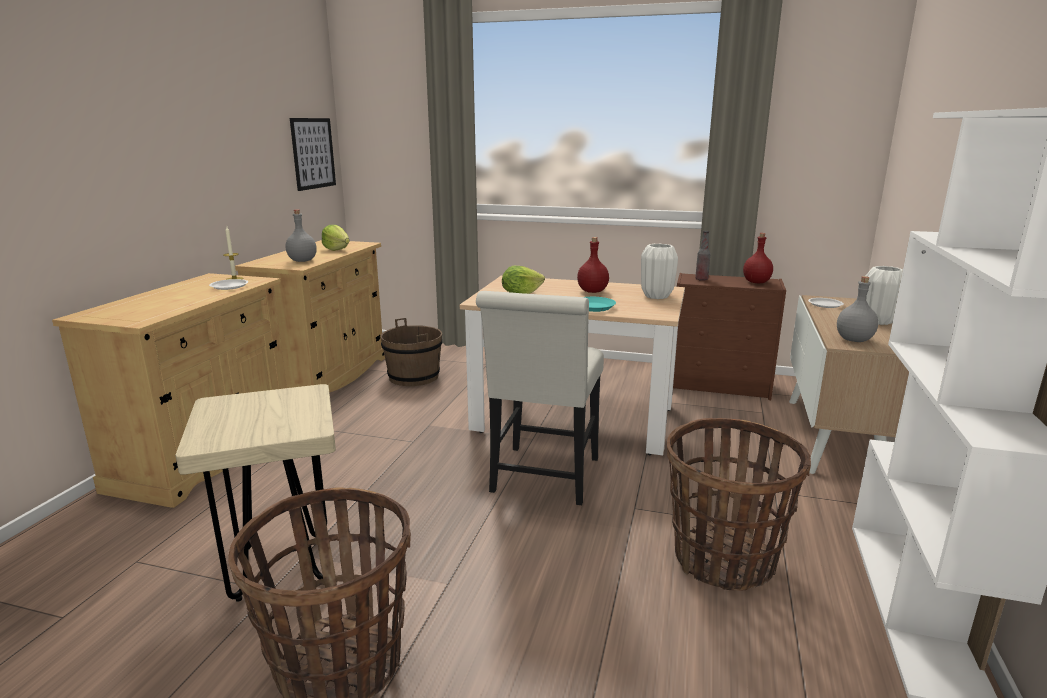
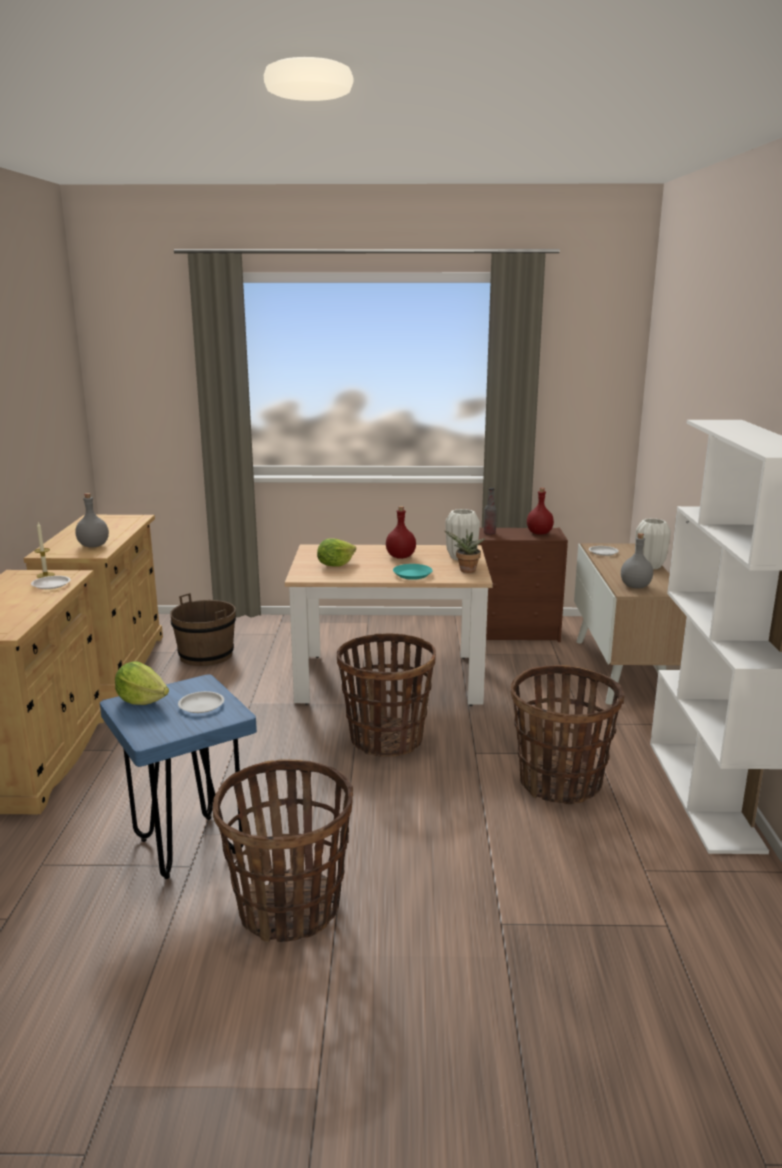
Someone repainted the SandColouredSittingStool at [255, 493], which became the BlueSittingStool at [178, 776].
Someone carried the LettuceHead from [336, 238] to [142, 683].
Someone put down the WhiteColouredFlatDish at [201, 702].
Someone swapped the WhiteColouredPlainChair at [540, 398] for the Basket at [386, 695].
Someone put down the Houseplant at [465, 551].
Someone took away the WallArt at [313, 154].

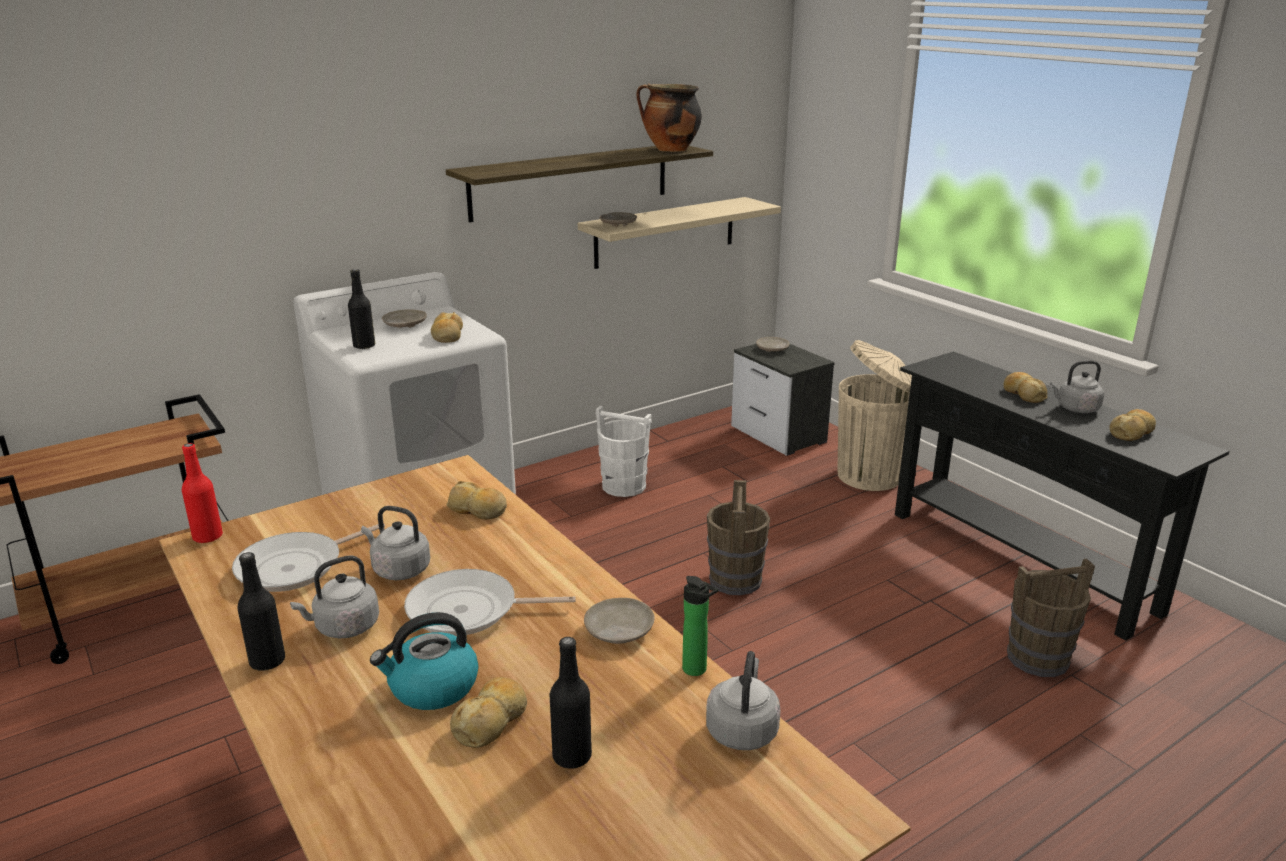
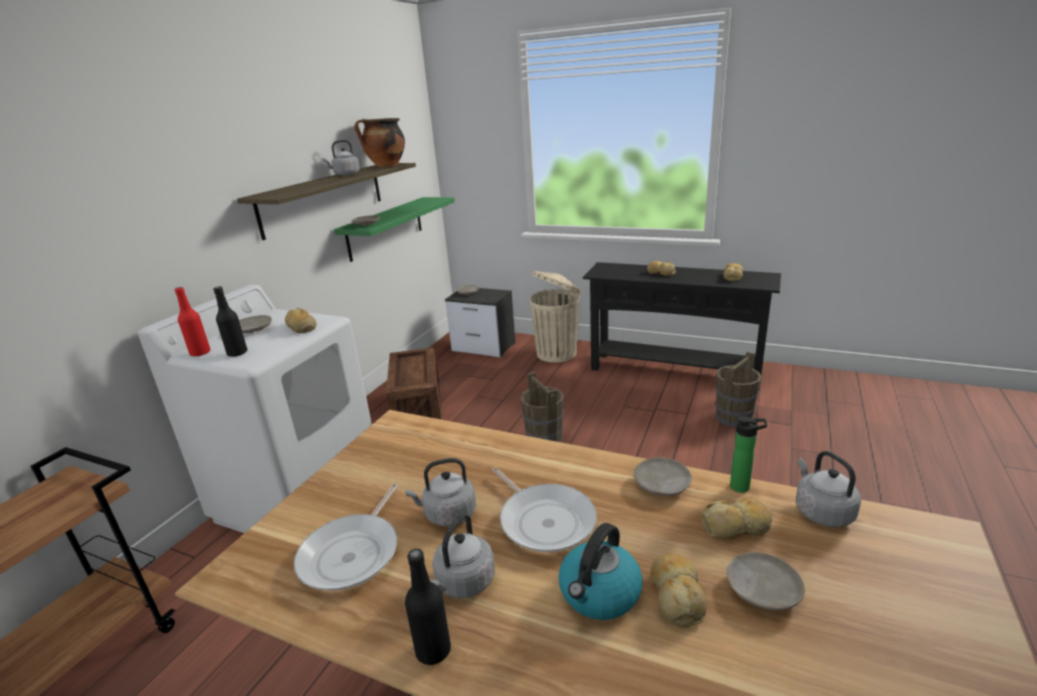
Someone carried the RedDrinkBottle from [202, 493] to [192, 321].
Someone carried the GrayKettle from [1077, 387] to [341, 158].
Someone repainted the SandColouredWallShelf at [679, 233], which became the GreenishWallShelf at [394, 229].
Someone swapped the WhiteColouredWaterBucket at [624, 451] for the Crate at [414, 383].
Someone rotated the FryingPan at [490, 602] by 90 degrees counterclockwise.
Someone carried the BakedBread from [476, 500] to [736, 519].
Someone swapped the BlackColouredDrinkBottle at [570, 702] for the SandColouredFlatDish at [765, 581].

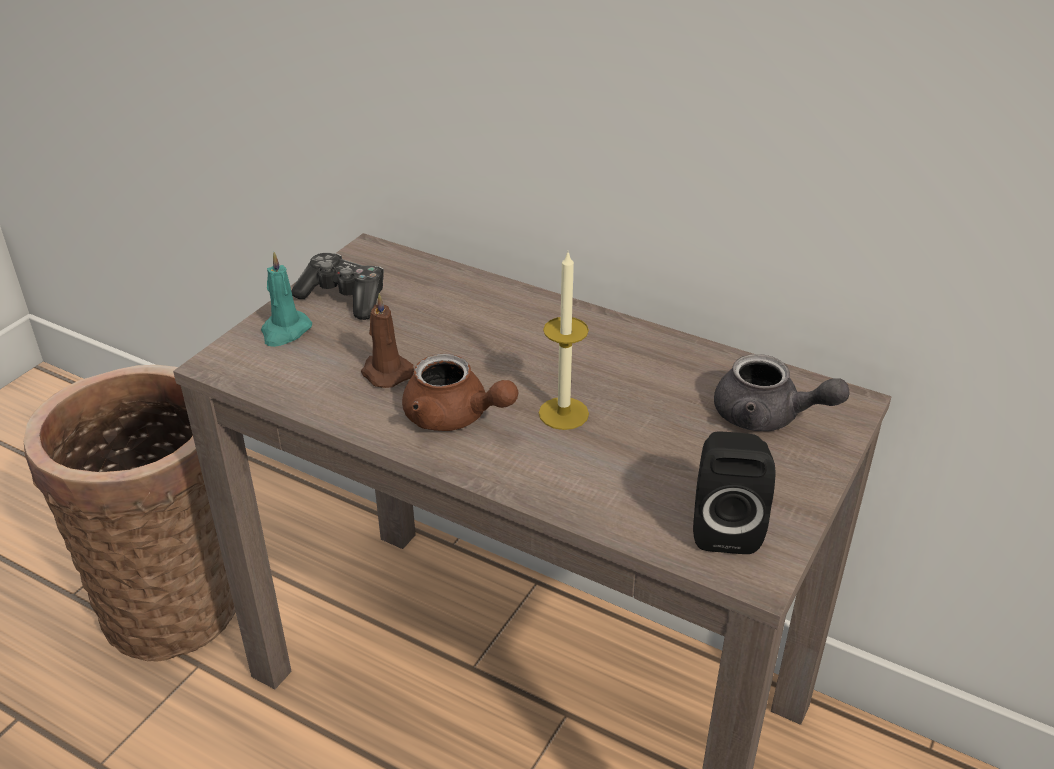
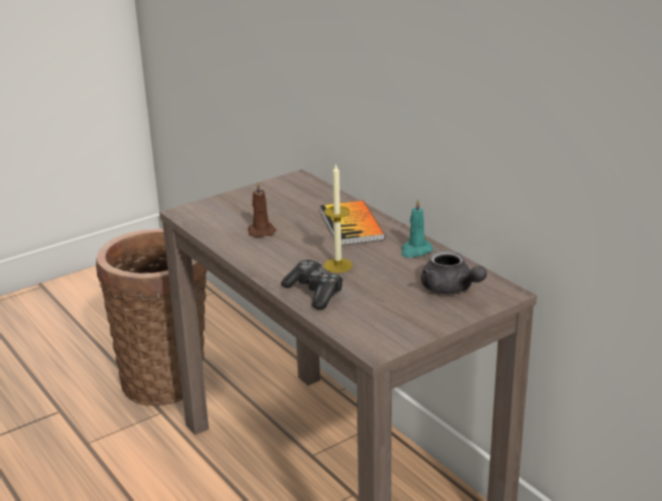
Someone carried the Joypad from [337, 286] to [312, 285].
Someone put down the Book at [352, 223].
Someone carried the BlueGreenCandle from [286, 299] to [417, 228].
Someone took away the BrownishPotForTea at [460, 392].
Someone took away the BlackColouredAudioSpeaker at [734, 493].

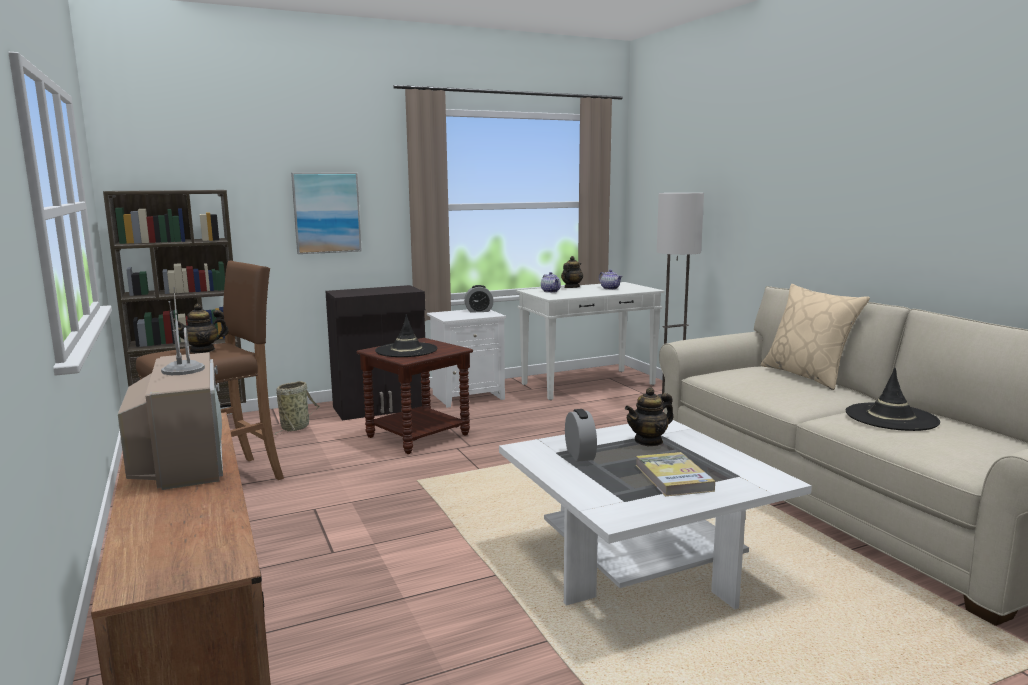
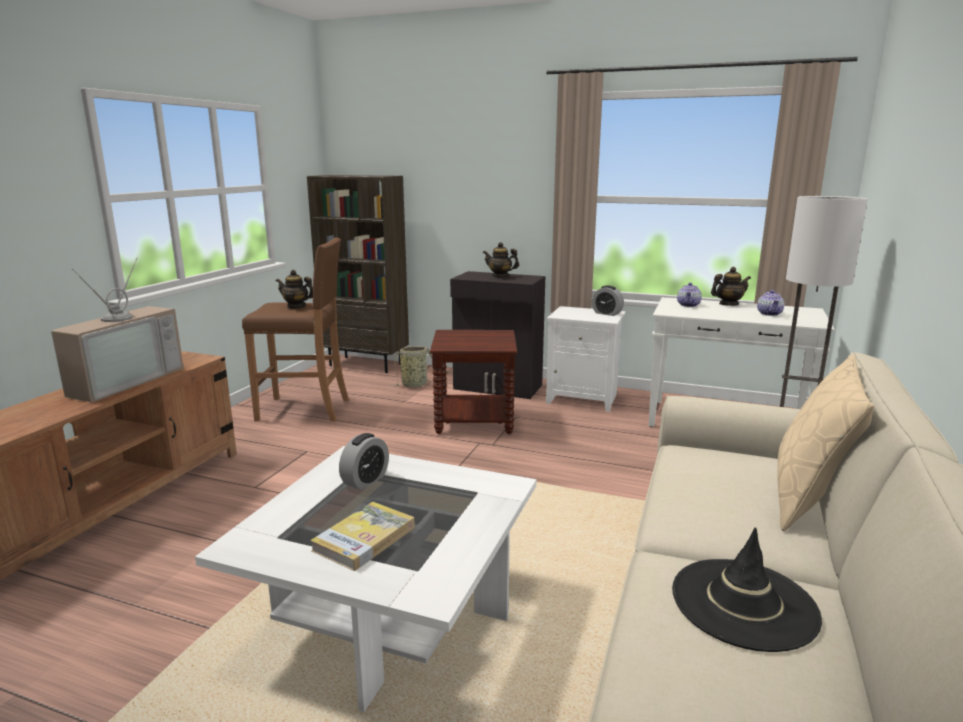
Someone carried the PotForTea from [649, 416] to [501, 260].
Someone took away the WallArt at [326, 213].
Someone took away the BlackColouredClothingHat at [406, 335].

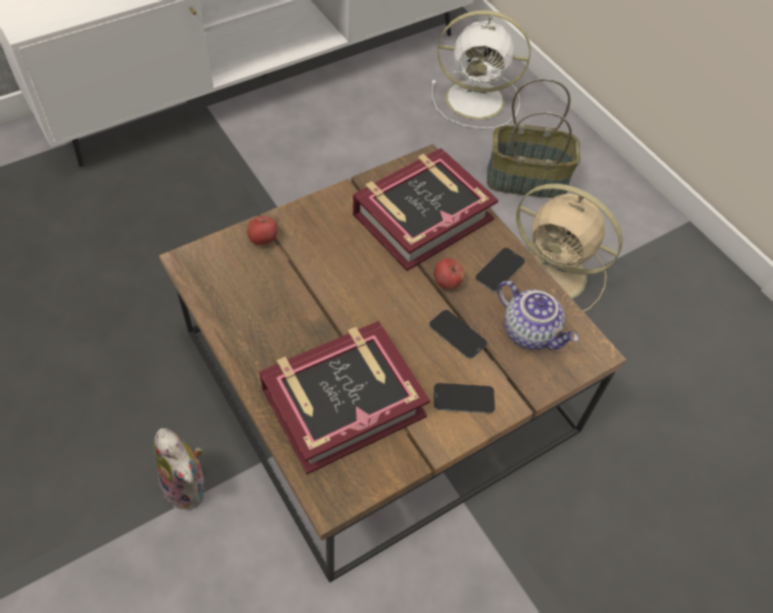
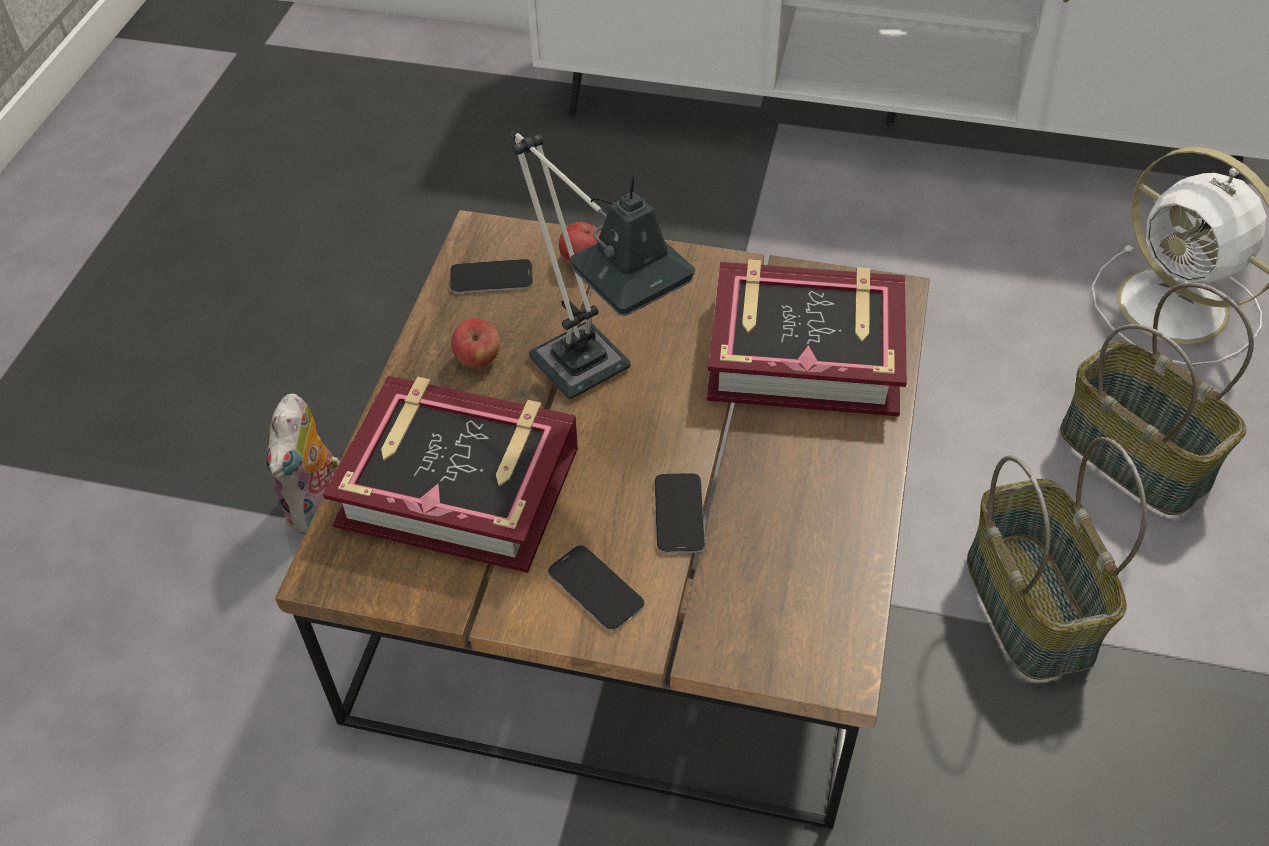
Someone carried the Handset from [500, 270] to [491, 276].
Someone carried the Apple from [449, 274] to [475, 342].
Someone put down the TableLamp at [602, 263].
Someone swapped the SandColouredCoolingFan at [569, 248] for the Basket at [1057, 558].
Someone took away the PotForTea at [538, 315].

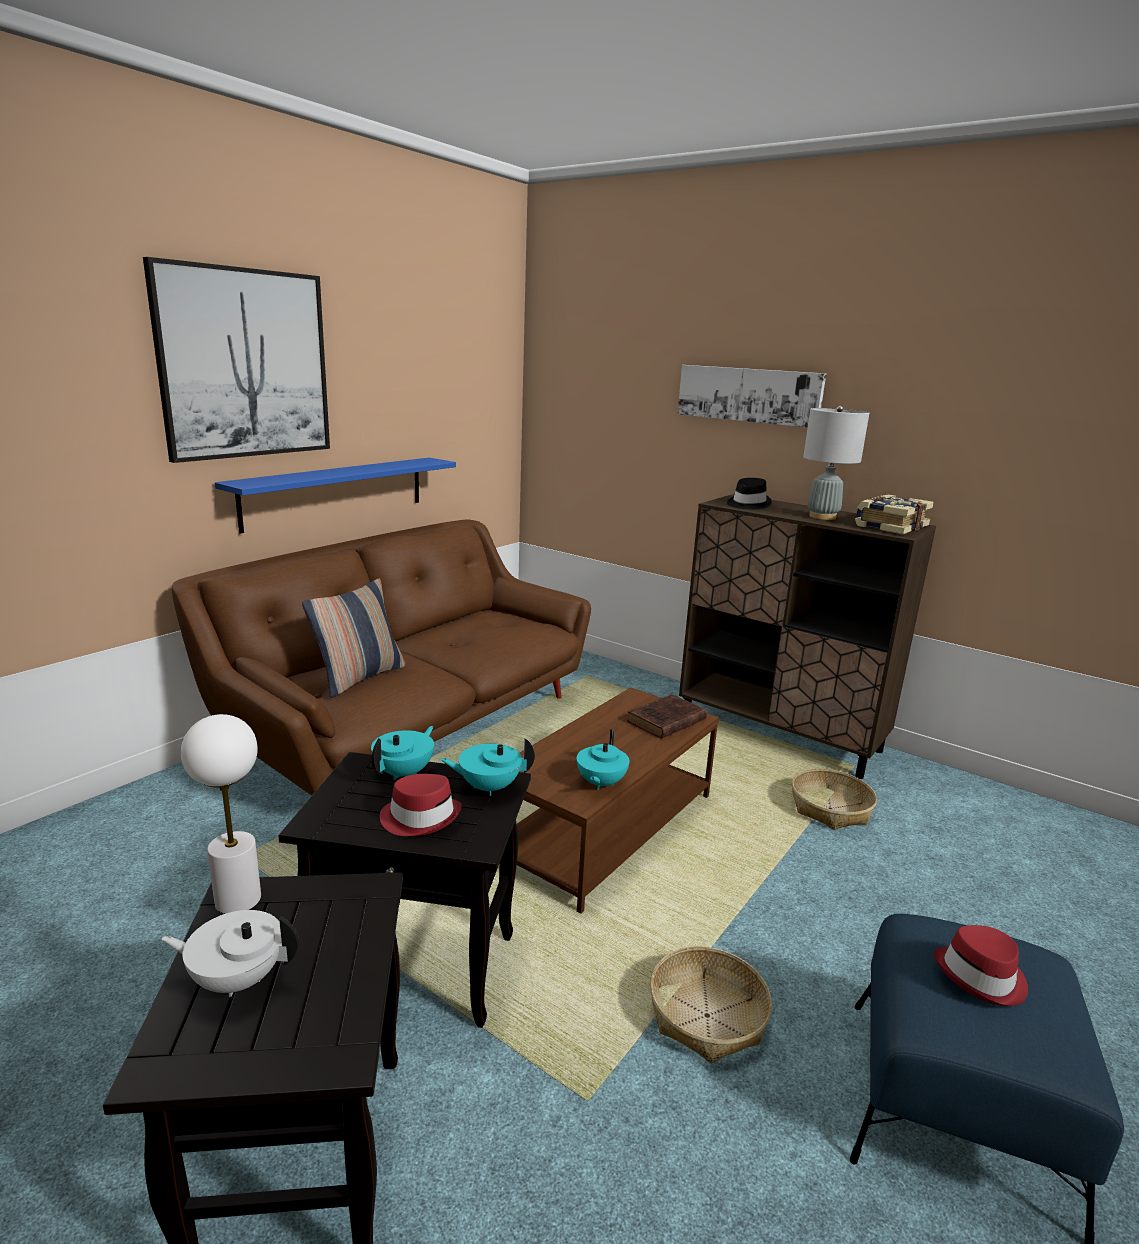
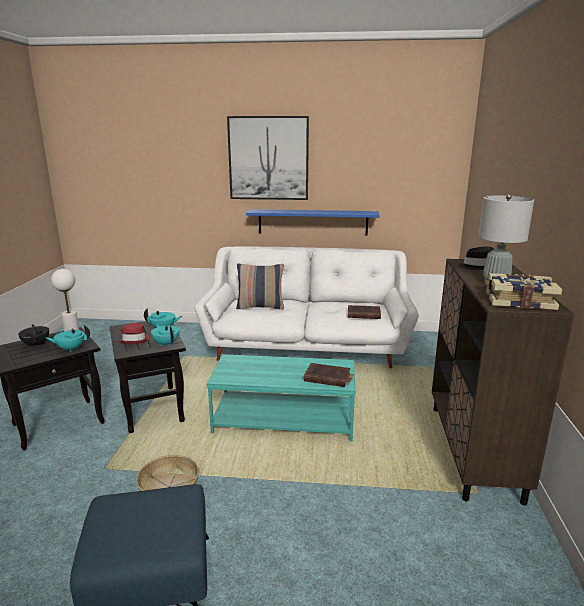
Someone repainted the WhiteColouredPotForTea at [230, 953], which became the BlackColouredPotForTea at [33, 335].
Someone carried the BlueGreenPotForTea from [602, 759] to [68, 338].
Someone repainted the BrownishSettee at [381, 657], which became the WhiteColouredSettee at [307, 307].
Someone repainted the BrownishCoffeeTable at [618, 801], which became the BlueGreenCoffeeTable at [281, 398].
Someone put down the BrownishBook at [364, 312].
Someone took away the WallArt at [752, 396].
Someone took away the Basket at [834, 799].
Someone took away the RedClothingHat at [981, 965].

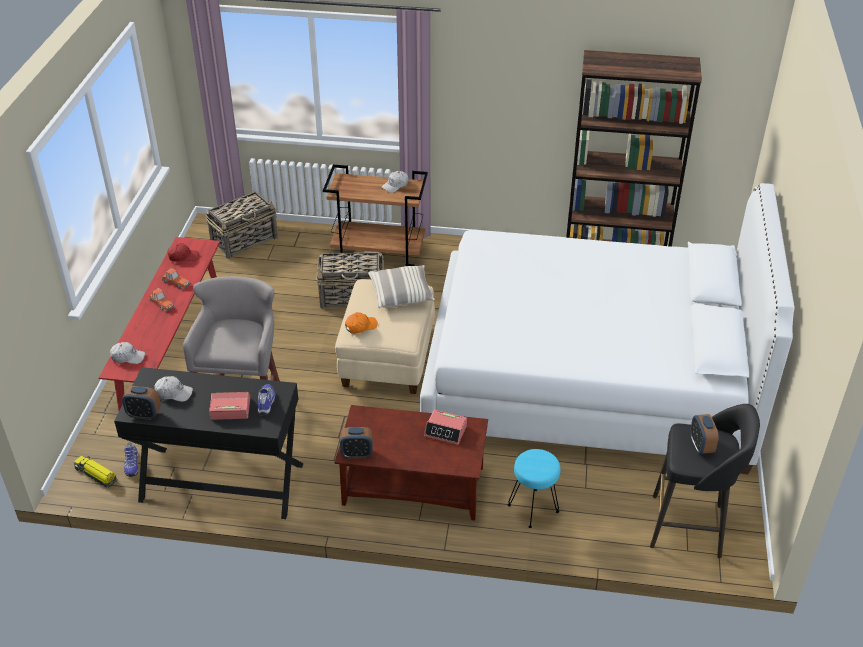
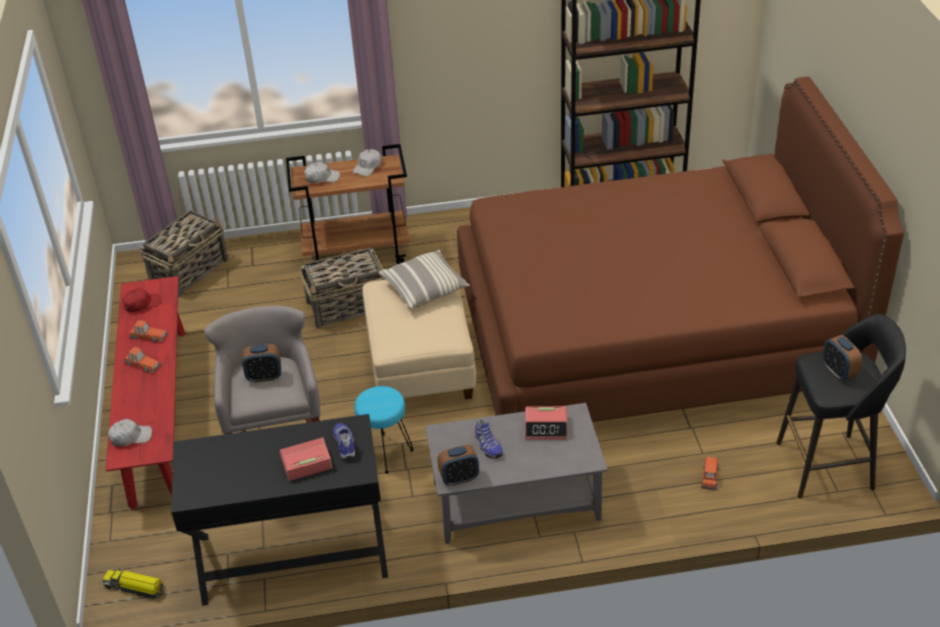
Someone carried the BedsideClock from [141, 403] to [261, 363].
Someone carried the WhiteColouredPeakedCap from [173, 389] to [322, 172].
Someone carried the BlueGreenSittingStool from [534, 488] to [384, 430].
Someone repainted the BrownishCoffeeTable at [411, 462], which became the GrayCoffeeTable at [516, 473].
Someone repainted the WhiteColouredSleepingBed at [607, 328], which became the BrownishSleepingBed at [680, 249].
Someone carried the LowShoe from [131, 459] to [489, 438].
Someone put down the ModelCar at [710, 473].
Someone took away the OrangeColouredPeakedCap at [361, 323].

